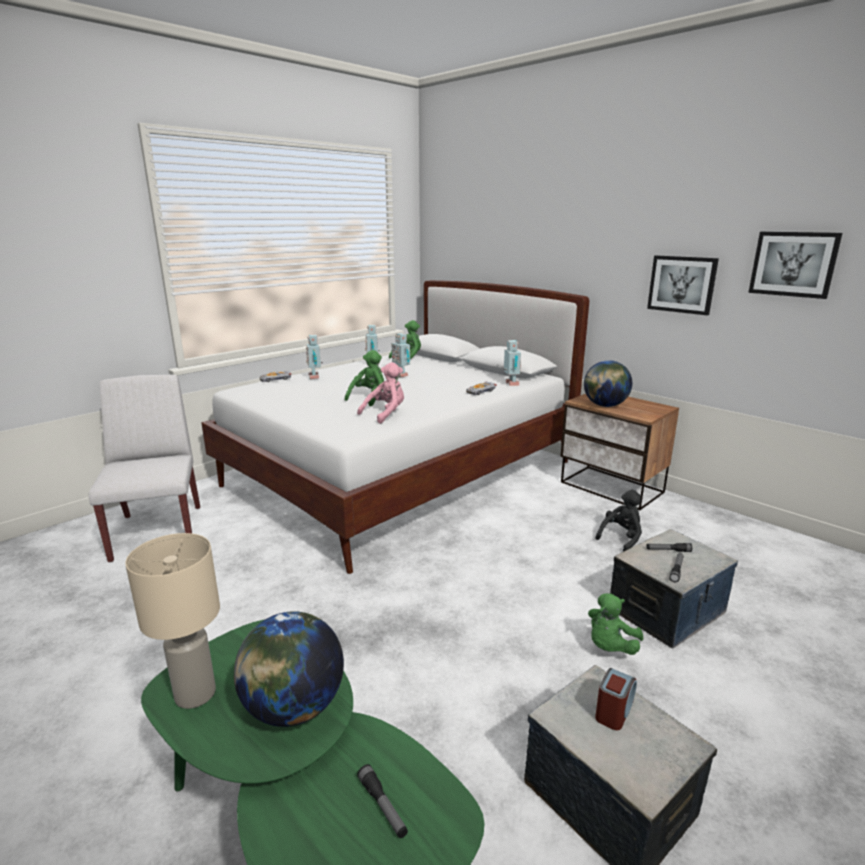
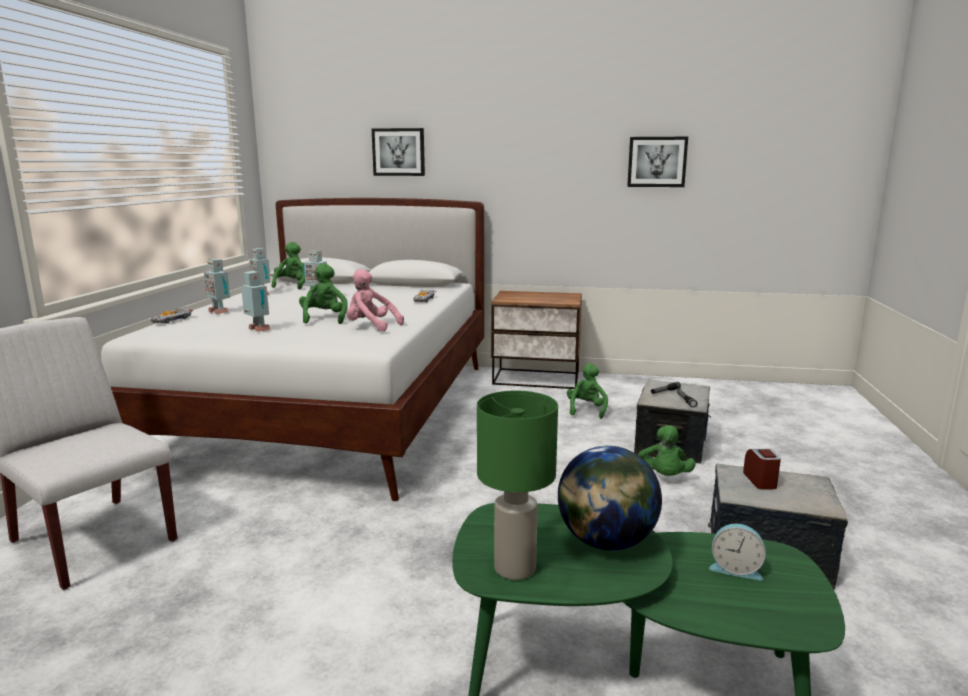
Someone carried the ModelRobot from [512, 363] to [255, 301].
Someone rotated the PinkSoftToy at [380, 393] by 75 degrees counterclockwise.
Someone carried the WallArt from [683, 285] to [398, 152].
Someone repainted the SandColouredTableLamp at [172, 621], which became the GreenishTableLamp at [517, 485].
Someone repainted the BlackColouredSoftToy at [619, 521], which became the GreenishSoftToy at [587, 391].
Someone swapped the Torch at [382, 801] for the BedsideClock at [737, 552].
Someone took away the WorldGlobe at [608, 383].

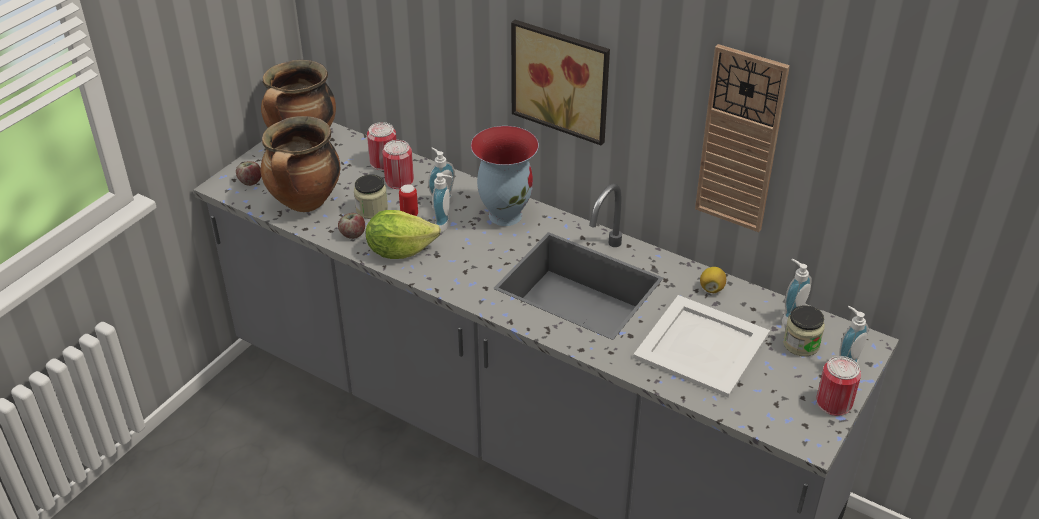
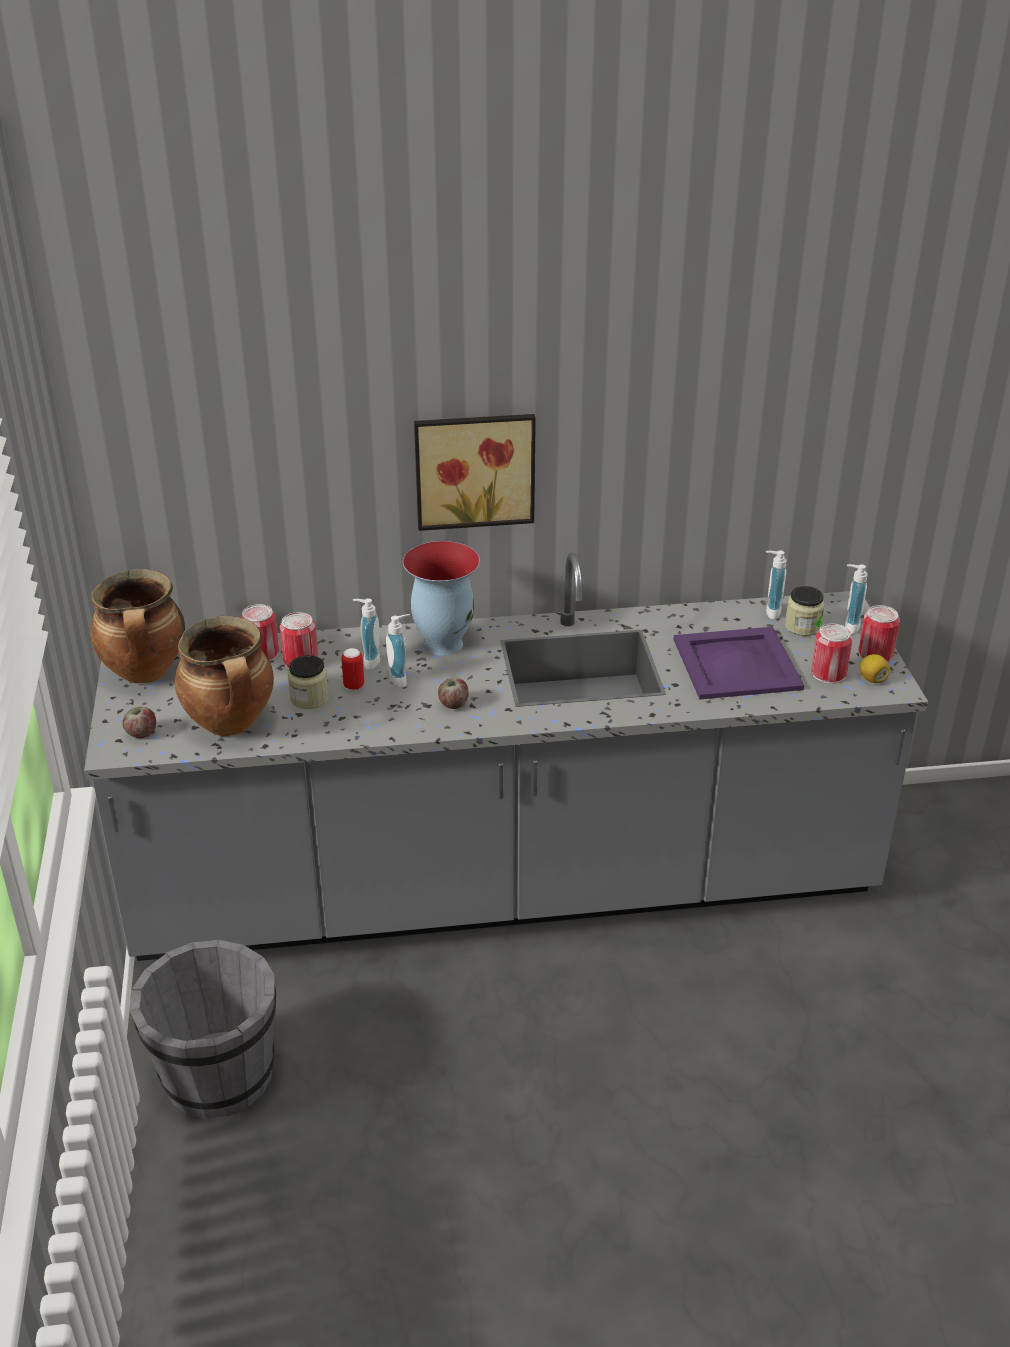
Someone put down the GrayWaterBucket at [203, 1029].
Someone carried the Apple from [351, 226] to [453, 693].
Someone repainted the WhiteColouredCarryingTray at [701, 346], which became the PurpleCarryingTray at [738, 663].
Someone put down the MetalCan at [832, 654].
Someone carried the Lemon from [713, 280] to [874, 668].
Someone took away the LettuceHead at [403, 234].
Someone took away the HangingClock at [742, 138].

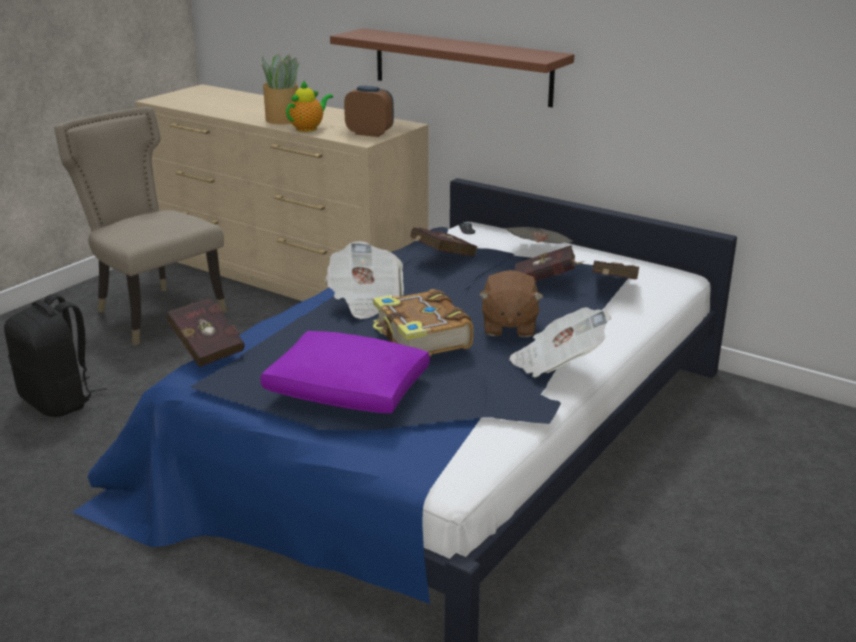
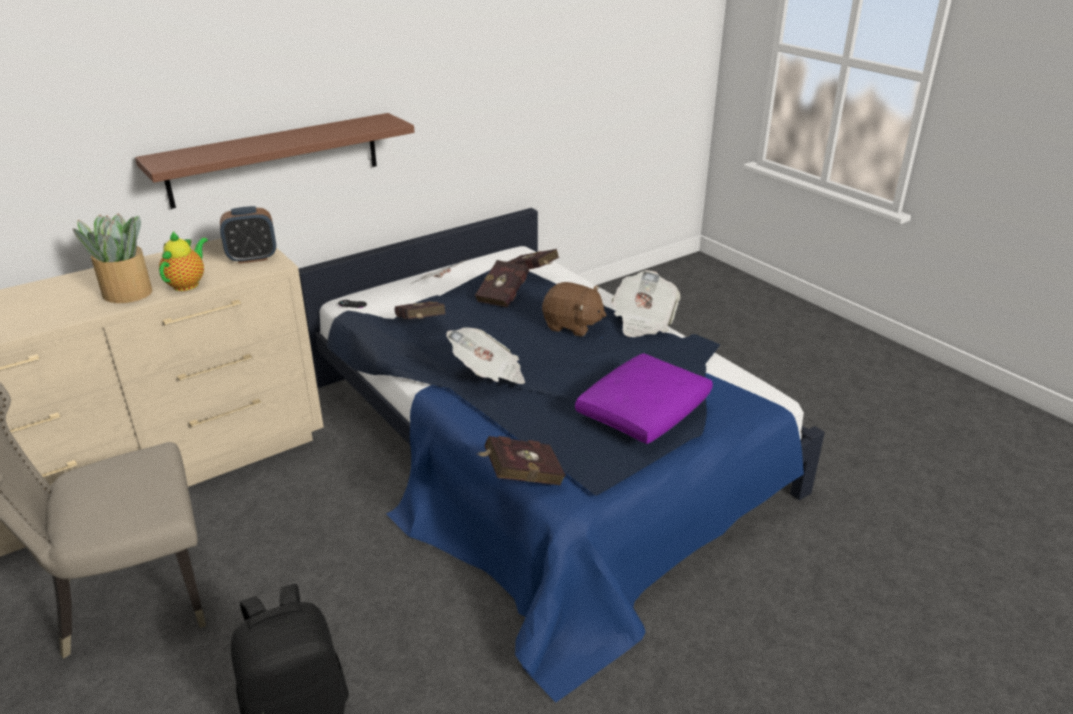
Someone rotated the PotForTea at [309, 106] by 45 degrees clockwise.
Someone rotated the BedsideClock at [369, 111] by 150 degrees counterclockwise.
Someone took away the Book at [423, 322].

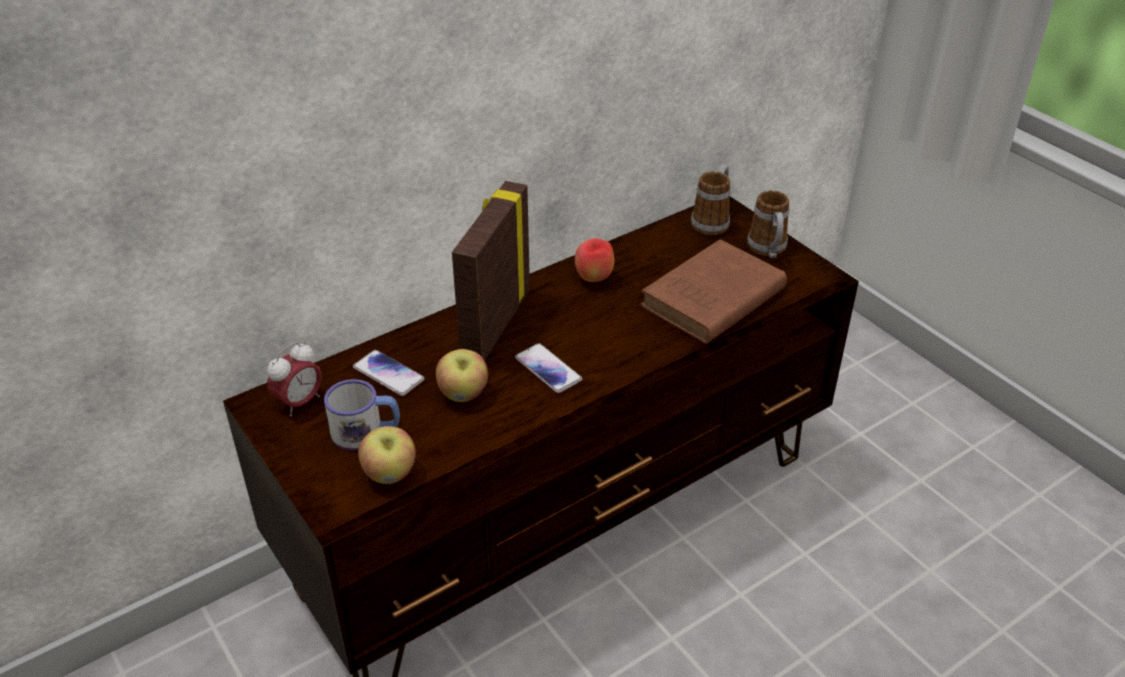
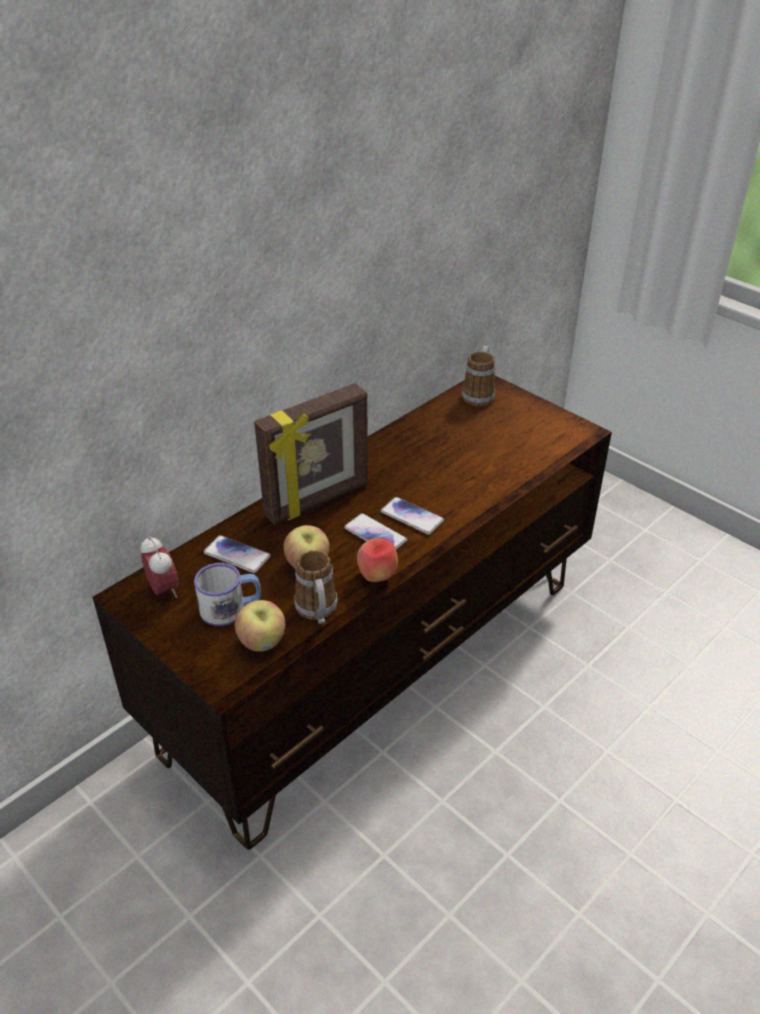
Someone rotated the BedsideClock at [294, 379] by 60 degrees counterclockwise.
Someone rotated the StandingFrame at [491, 271] by 135 degrees counterclockwise.
Someone carried the CoffeeMug from [768, 224] to [316, 587].
Someone carried the Apple from [594, 260] to [377, 560].
Someone put down the Handset at [412, 516].
Someone took away the BrownishBook at [713, 291].

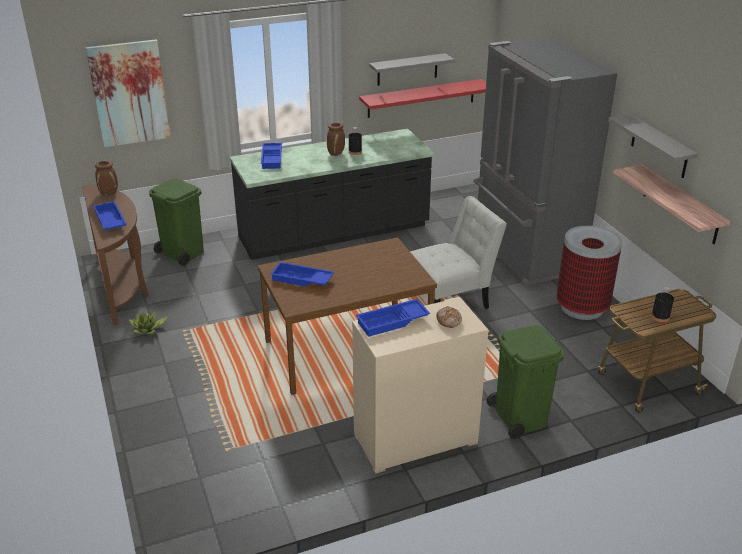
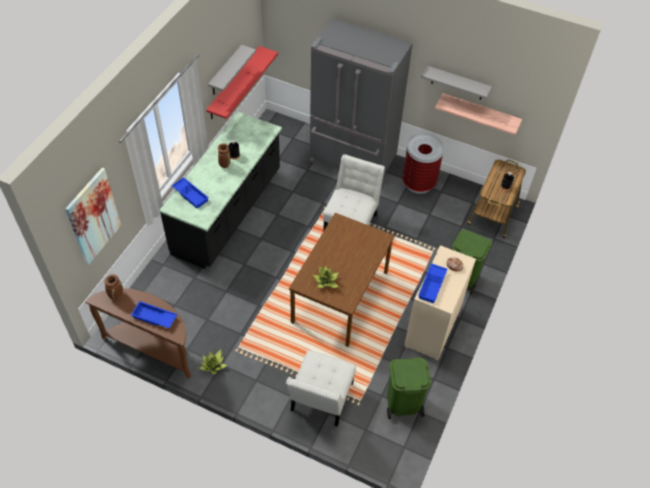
Someone put down the WhiteColouredPlainChair at [321, 388].
Someone swapped the BlueCarryingTray at [302, 274] for the Houseplant at [326, 276].
Someone carried the GreenishTrashCan from [176, 222] to [409, 388].

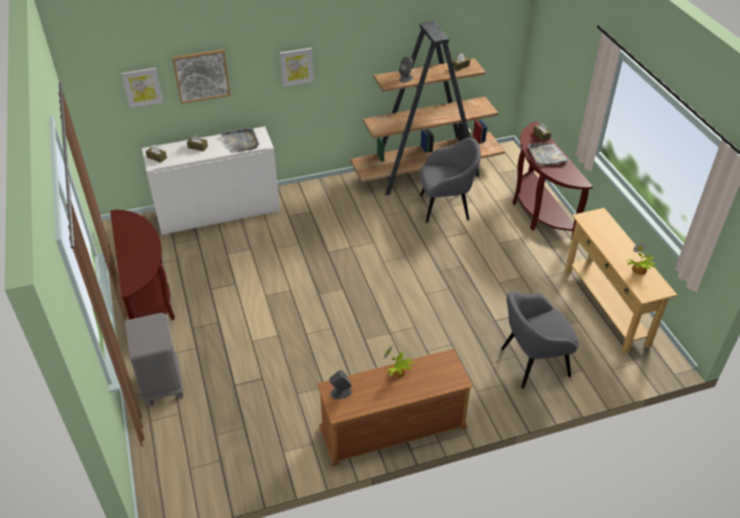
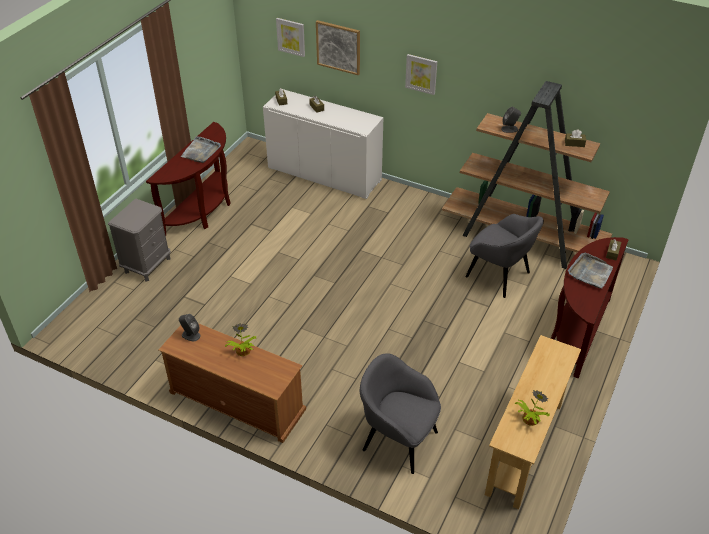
Someone carried the GrayCarryingTray from [240, 140] to [201, 149].

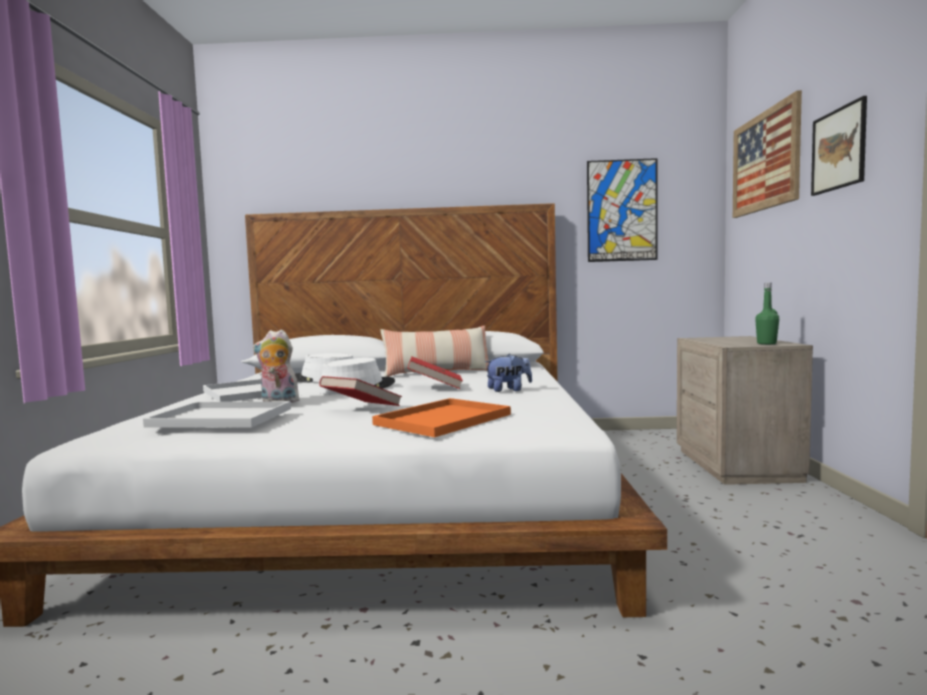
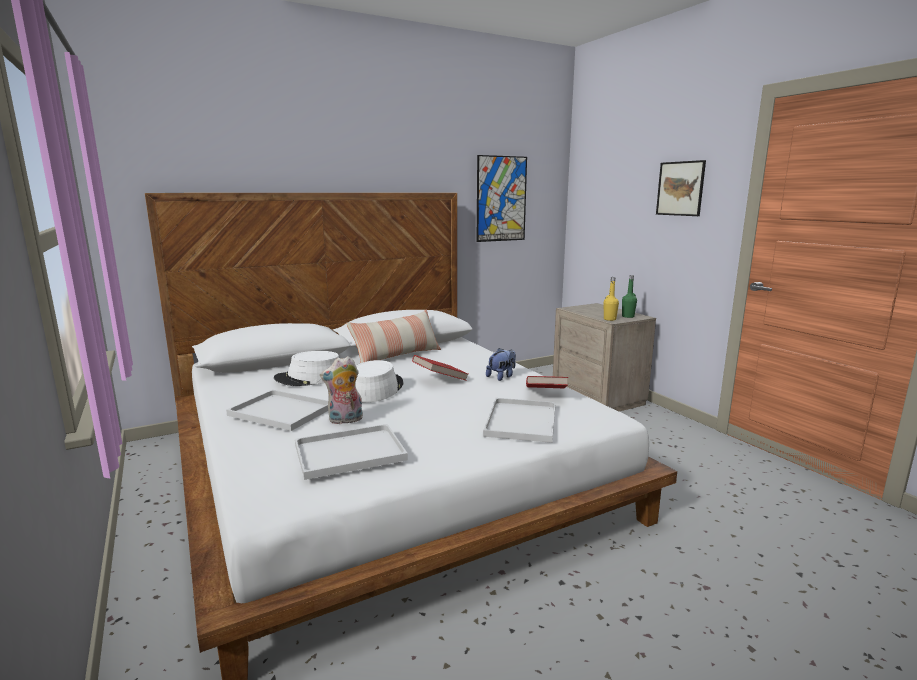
Someone repainted the OrangeColouredCarryingTray at [441, 417], which became the WhiteColouredCarryingTray at [519, 420].
Someone carried the RedBook from [360, 391] to [547, 382].
Someone put down the YellowishDrinkBottle at [611, 299].
Someone took away the WallArt at [767, 154].

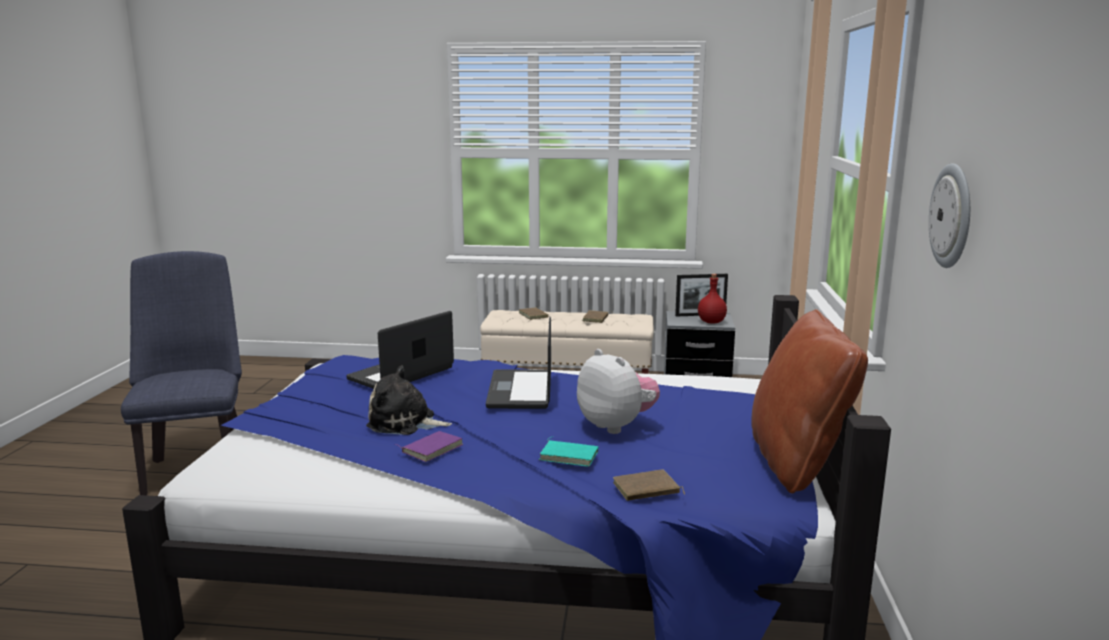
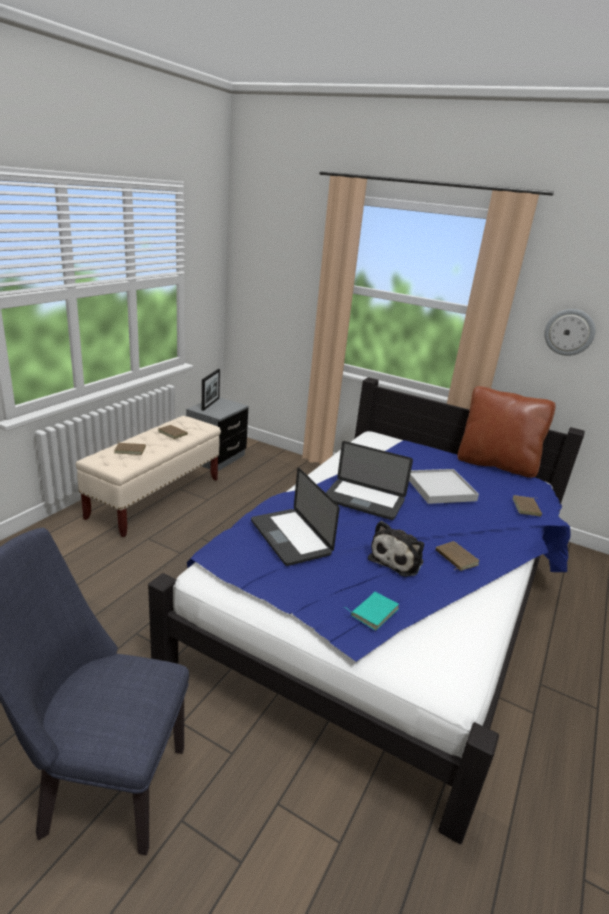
Someone carried the BlueGreenBook from [569, 452] to [371, 611].
Someone swapped the SoftToy at [618, 391] for the WhiteColouredCarryingTray at [444, 486].
Someone repainted the PurpleBook at [429, 446], which became the BrownishBook at [458, 556].
Someone took away the RedDrinkBottle at [712, 299].

